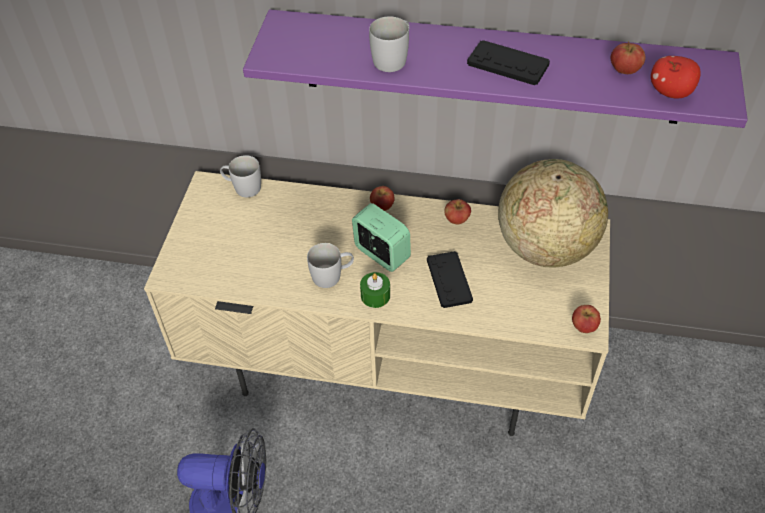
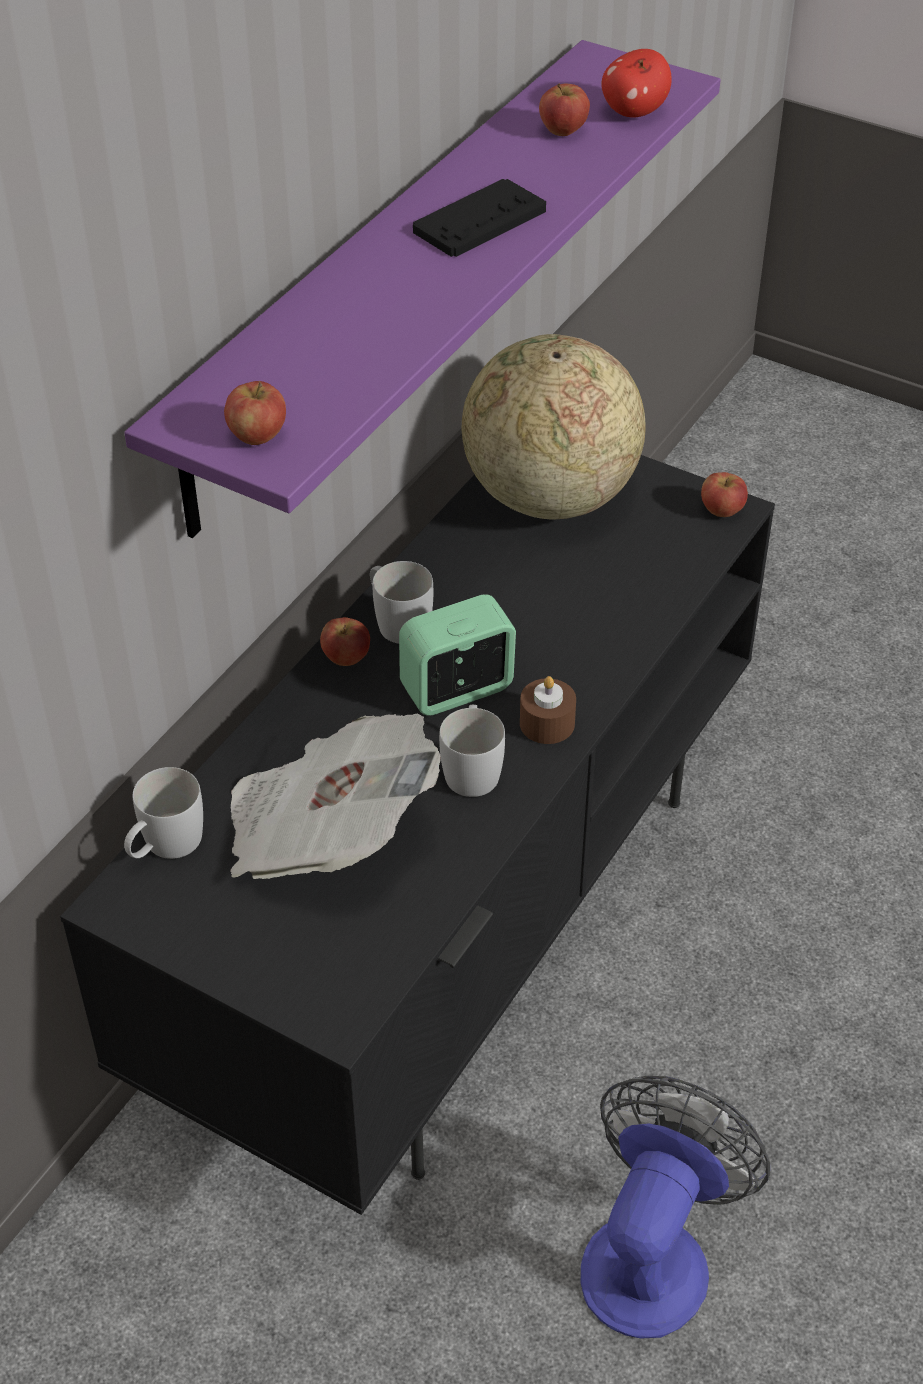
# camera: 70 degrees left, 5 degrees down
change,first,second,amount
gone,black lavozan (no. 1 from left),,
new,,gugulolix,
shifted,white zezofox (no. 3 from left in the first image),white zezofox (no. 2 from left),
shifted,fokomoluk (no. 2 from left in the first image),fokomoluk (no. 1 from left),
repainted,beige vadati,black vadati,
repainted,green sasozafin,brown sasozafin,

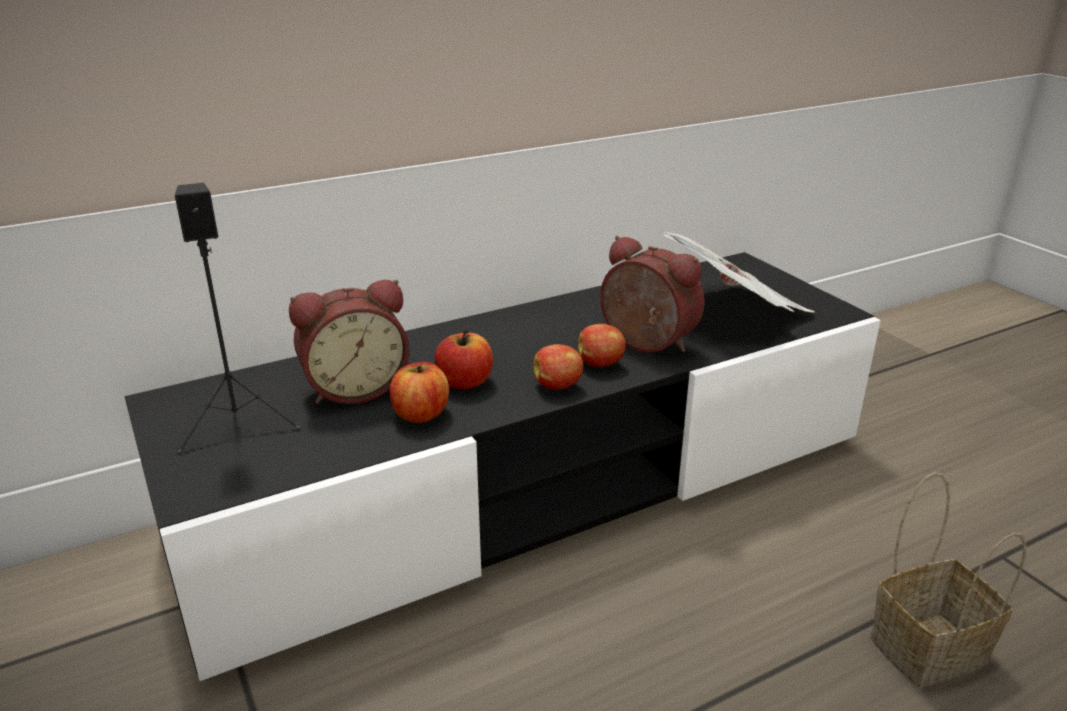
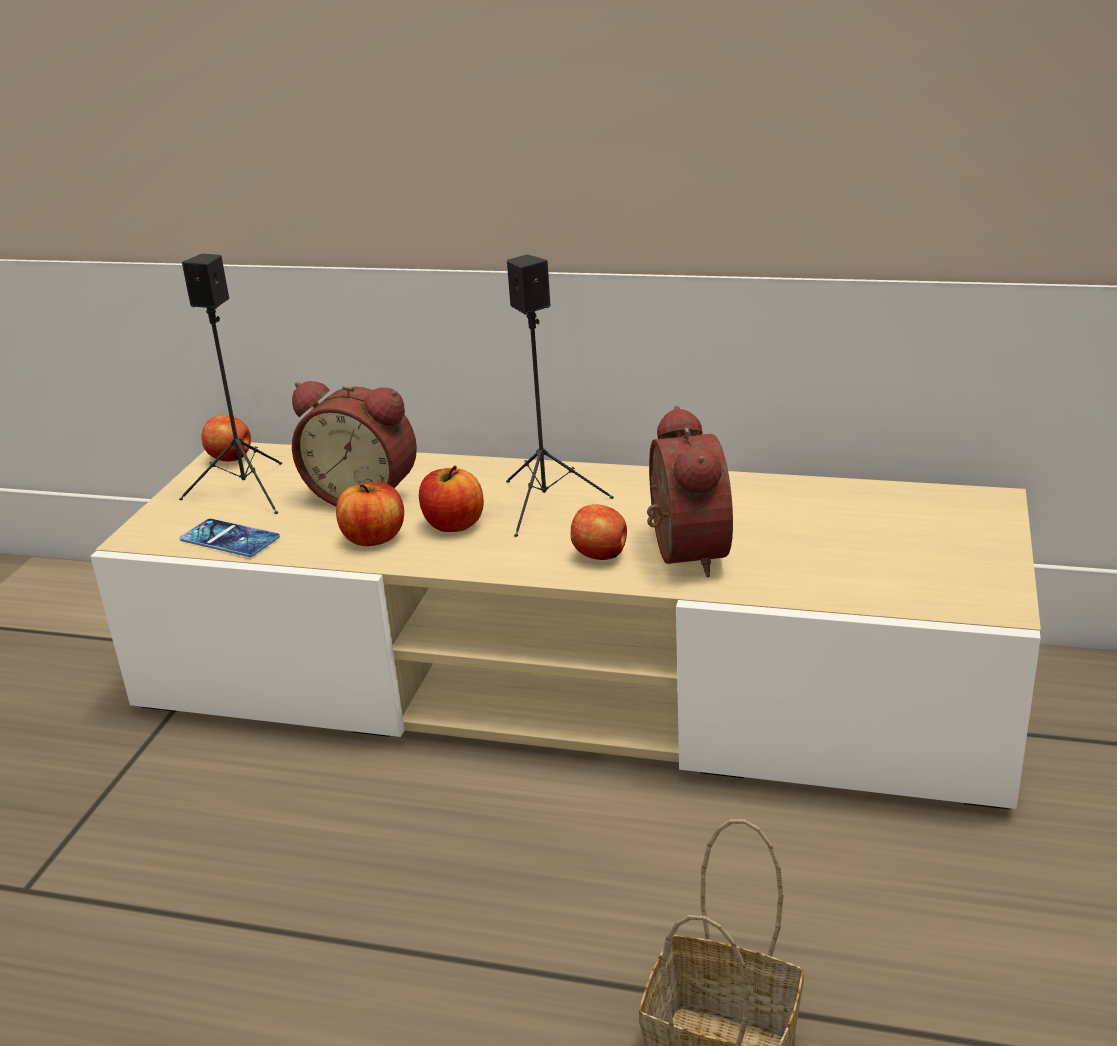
# camera: 45 degrees right, 0 degrees up
change,first,second,amount
gone,gugulolix,,
new,,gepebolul,
new,,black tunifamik (no. 2 from left),
shifted,fokomoluk (no. 3 from left in the first image),fokomoluk (no. 1 from left),
repainted,black vadati,beige vadati,

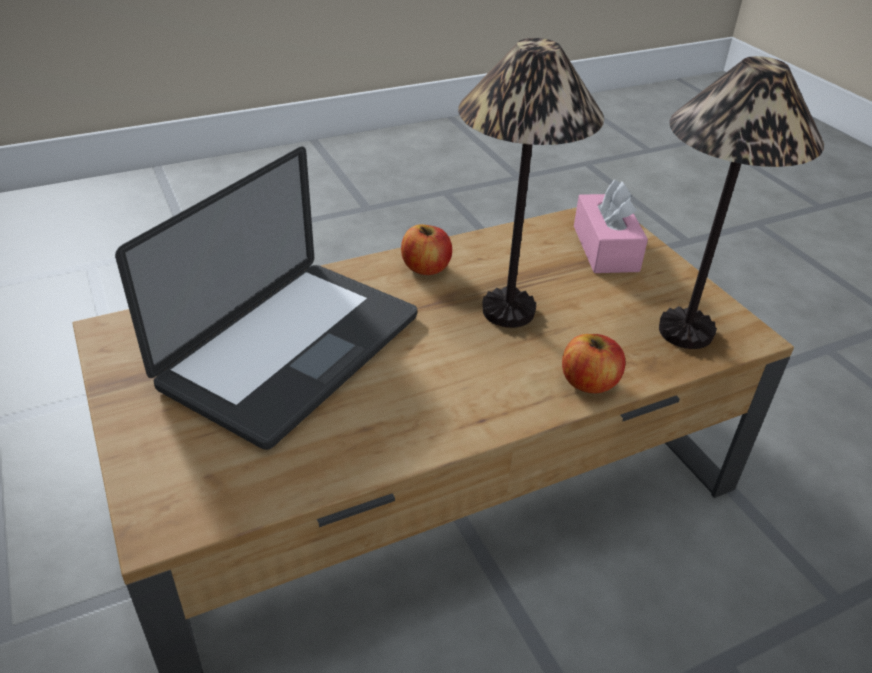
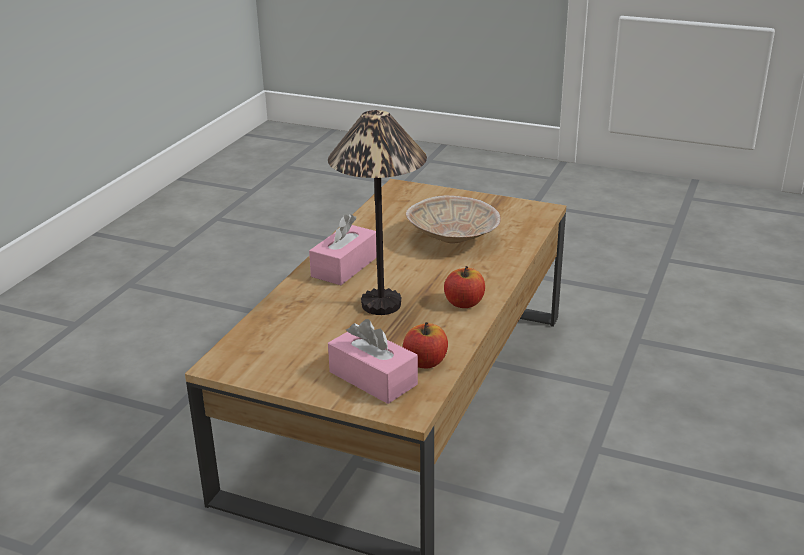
# camera: 140 degrees right, 10 degrees down
change,first,second,amount
gone,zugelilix (no. 2 from left),,
new,,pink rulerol (no. 1 from left),
shifted,fokomoluk (no. 2 from left in the first image),fokomoluk (no. 1 from left),
swapped,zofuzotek,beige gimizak,

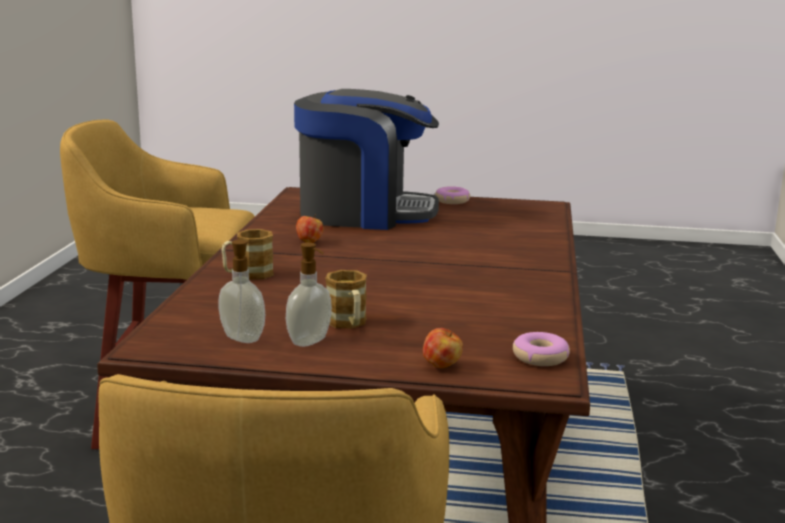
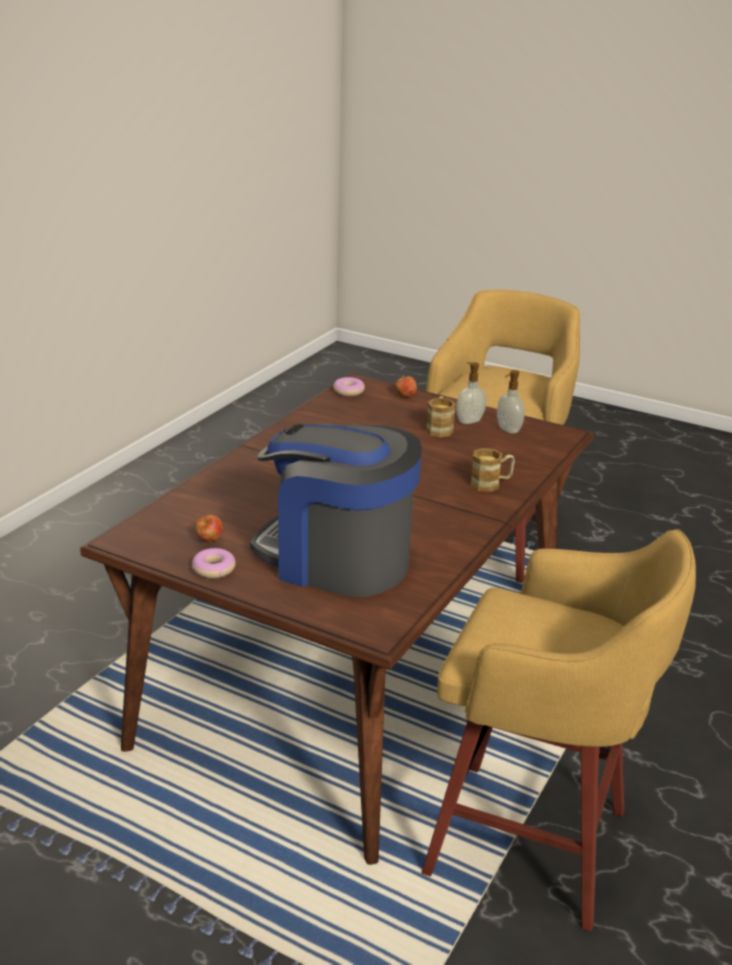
# camera: 160 degrees left, 10 degrees up
change,first,second,amount
shifted,fokomoluk (no. 1 from left),,

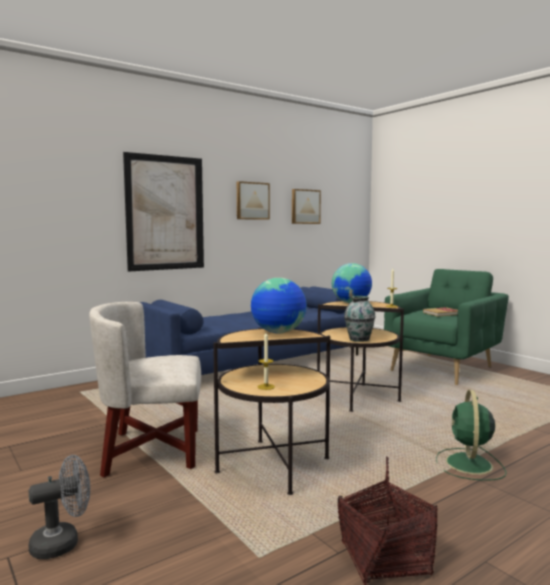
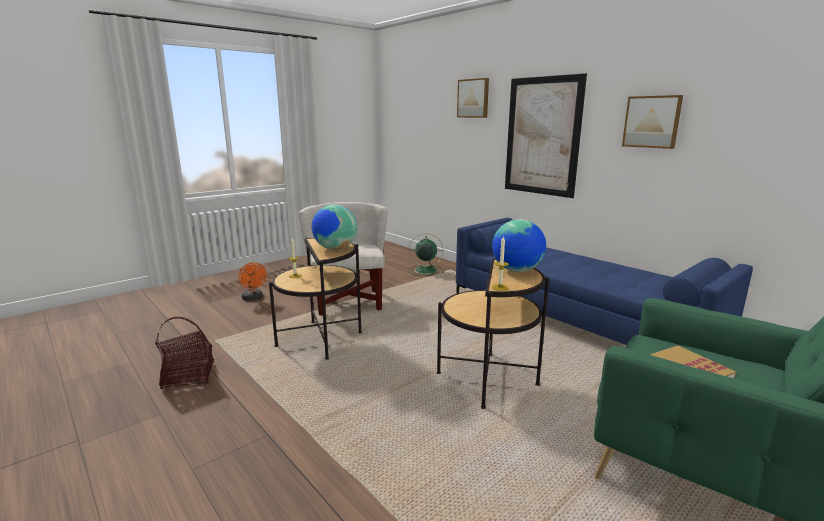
# camera: 85 degrees right, 10 degrees up
change,first,second,amount
gone,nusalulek,,
shifted,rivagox (no. 3 from left in the first image),rivagox (no. 1 from left),
shifted,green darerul,,
repainted,grey darerul,orange darerul,

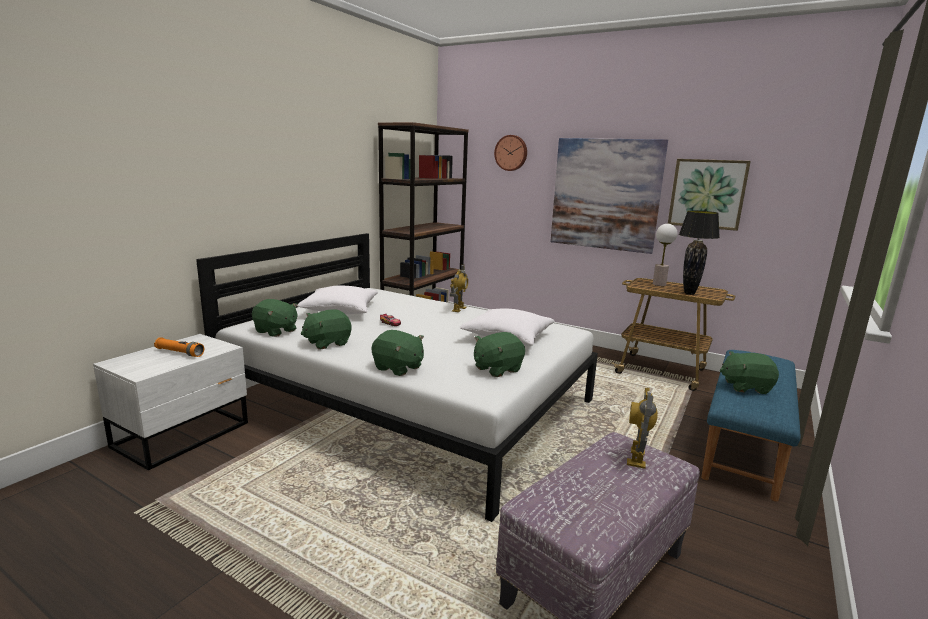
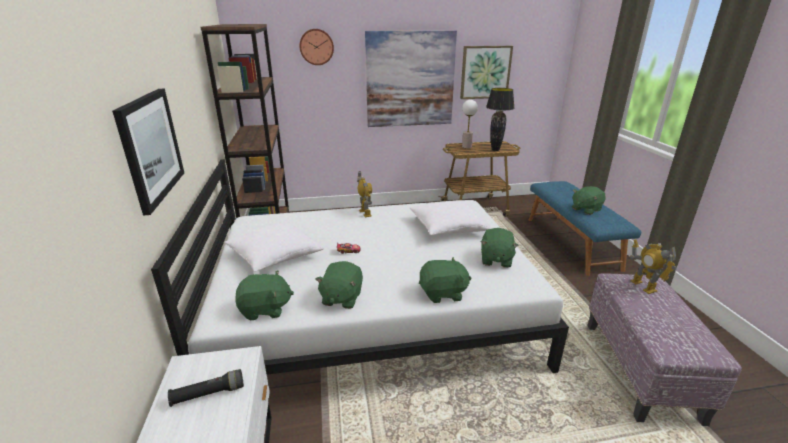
# camera: 40 degrees left, 10 degrees up
change,first,second,amount
new,,rivagox (no. 1 from left),
repainted,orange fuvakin,black fuvakin,

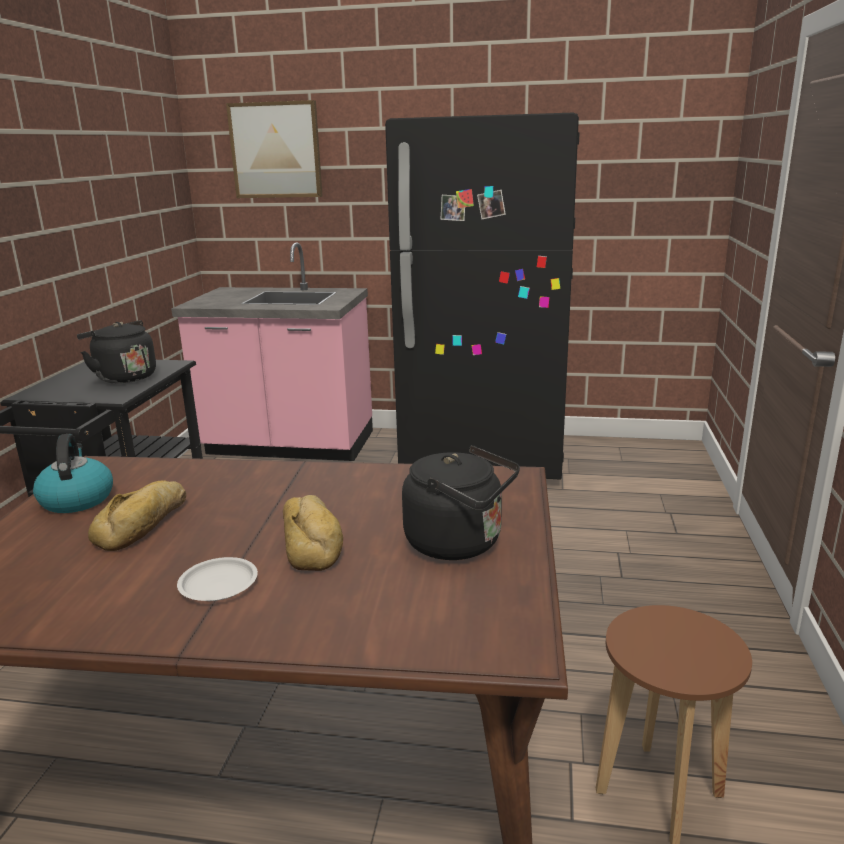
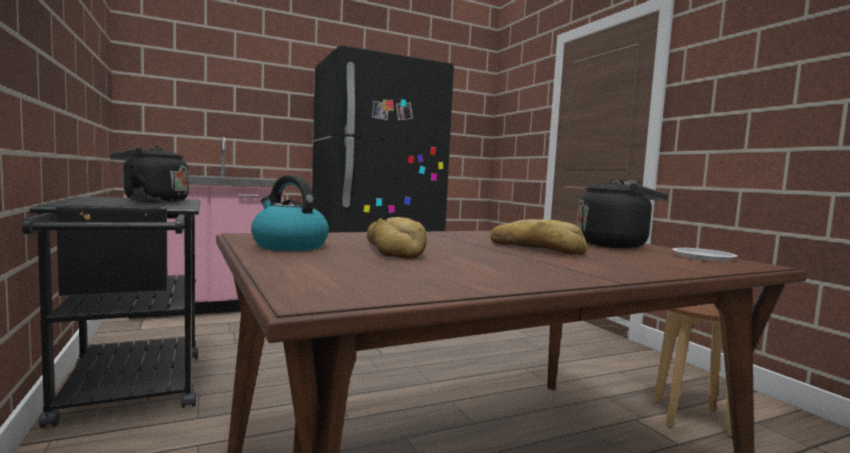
# camera: 35 degrees left, 15 degrees down
change,first,second,amount
gone,rivagox,,
shifted,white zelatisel,,

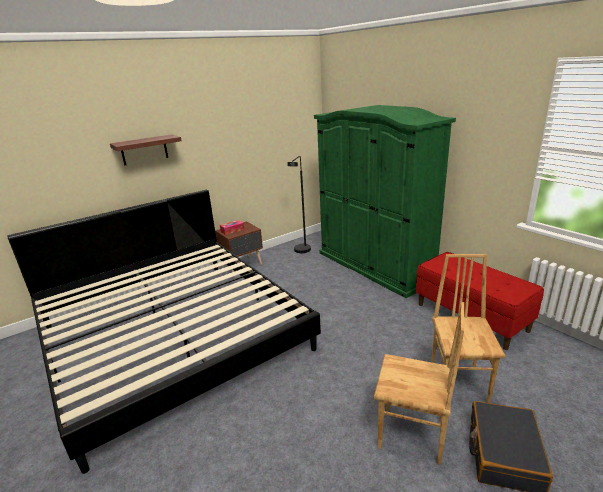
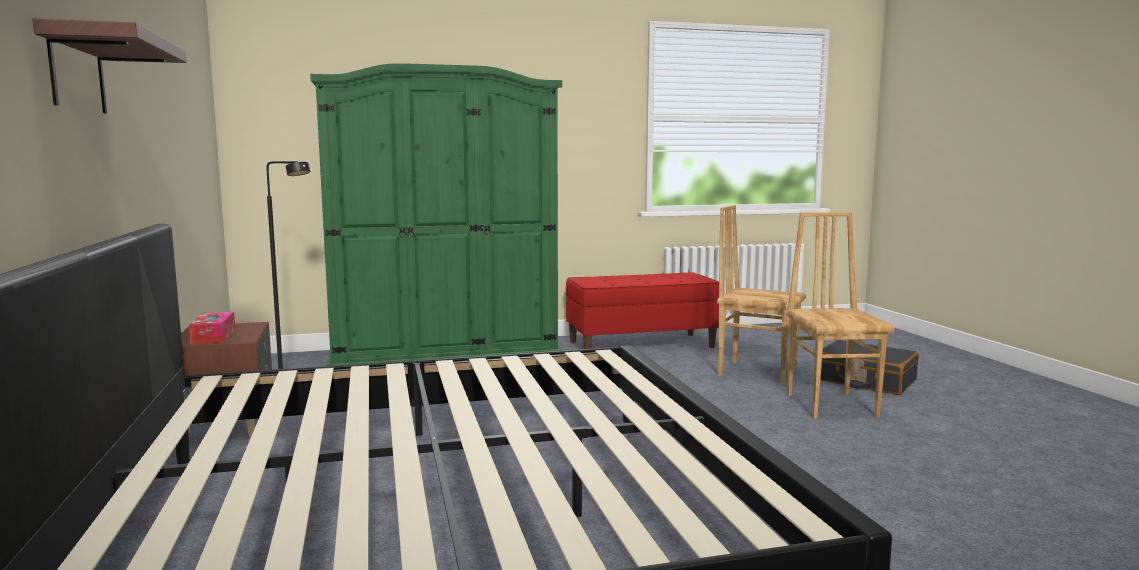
# camera: 70 degrees left, 15 degrees down
change,first,second,amount
rotated,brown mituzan (no. 1 from left in the first image),brown mituzan (no. 2 from left),45 degrees counterclockwise

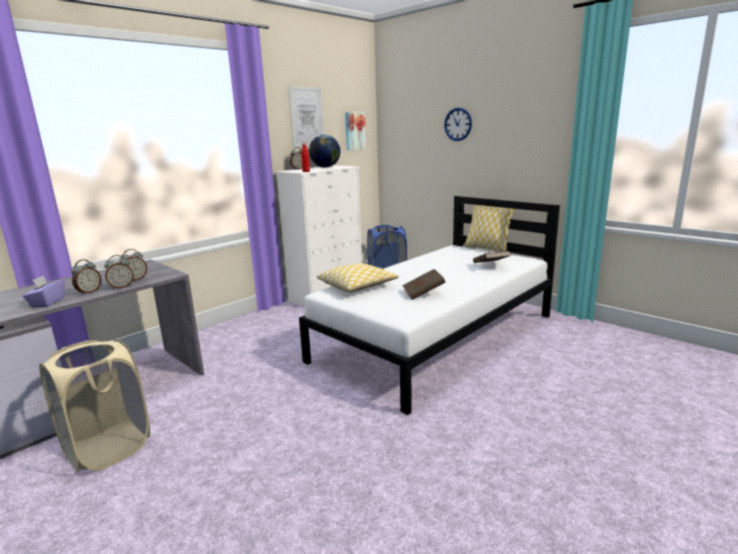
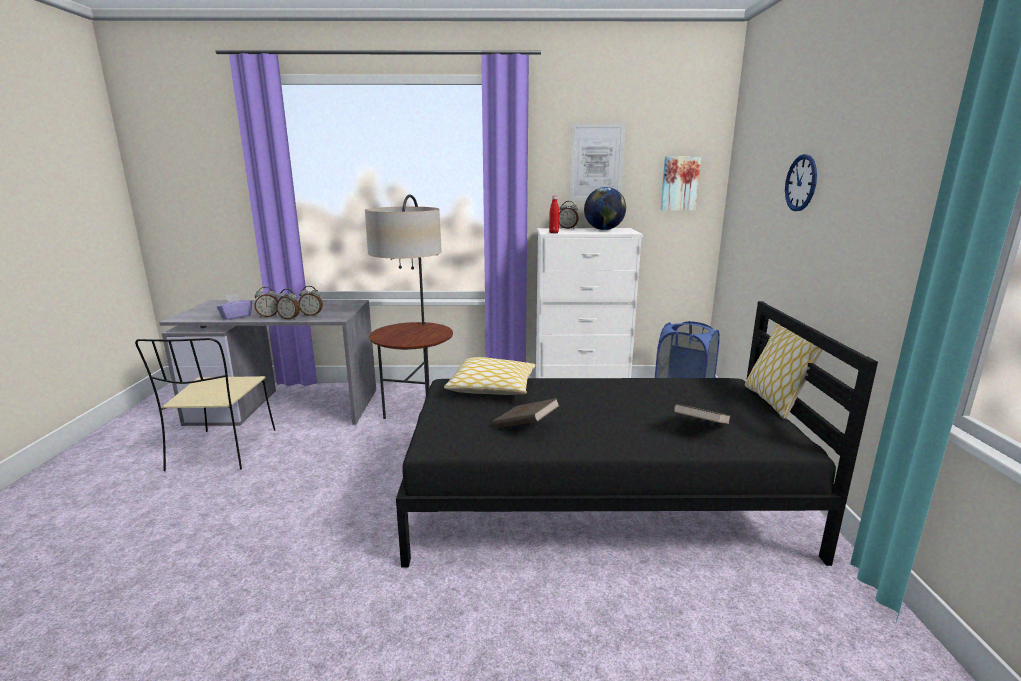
# camera: 45 degrees right, 0 degrees up
change,first,second,amount
new,,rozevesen,
swapped,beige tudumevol,beige mituzan,
repainted,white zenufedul,black zenufedul,

